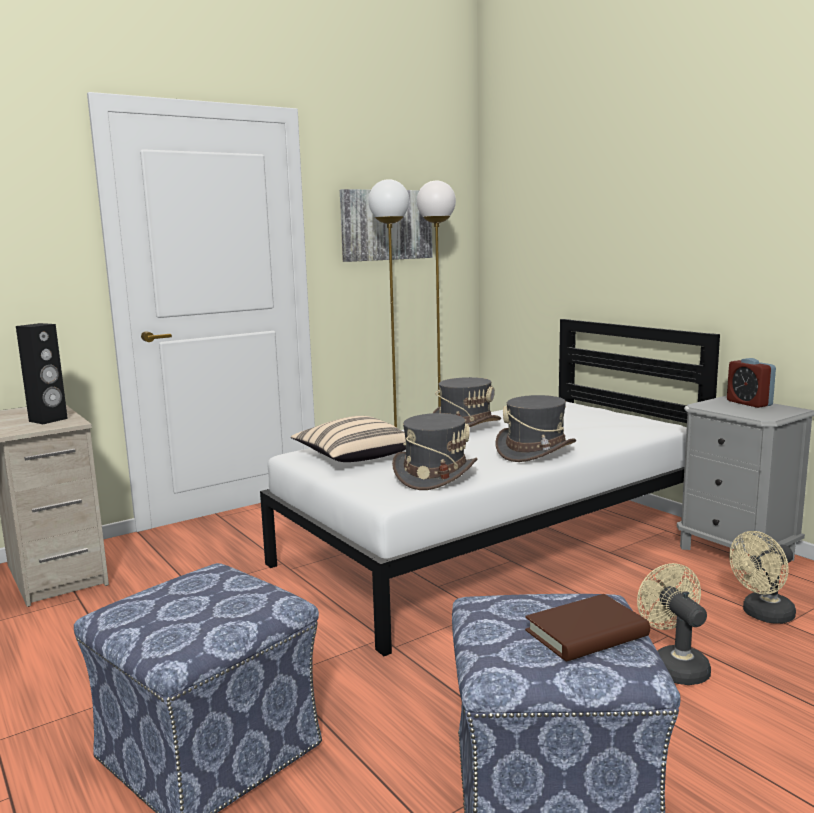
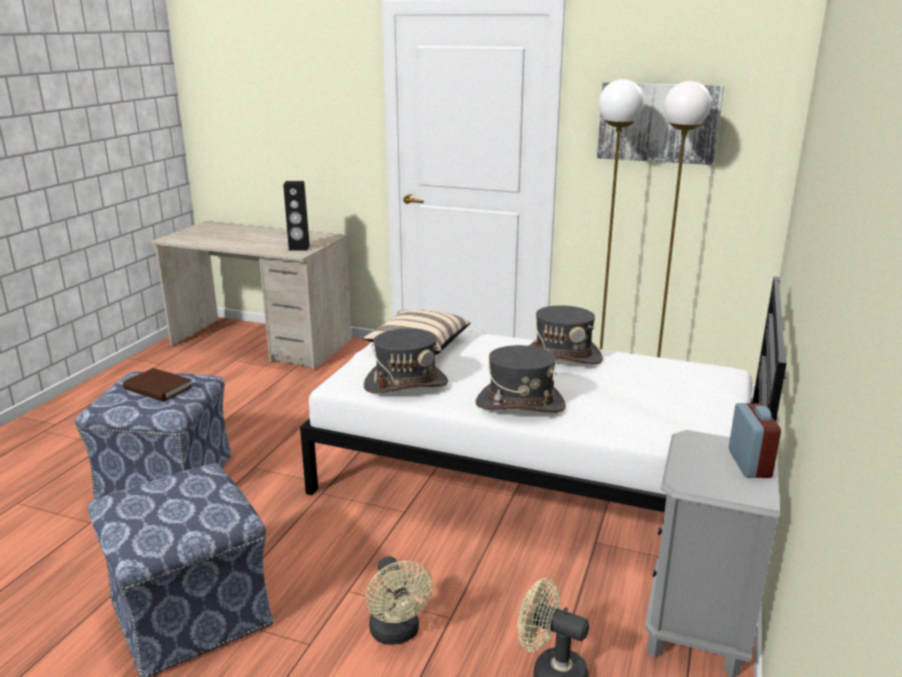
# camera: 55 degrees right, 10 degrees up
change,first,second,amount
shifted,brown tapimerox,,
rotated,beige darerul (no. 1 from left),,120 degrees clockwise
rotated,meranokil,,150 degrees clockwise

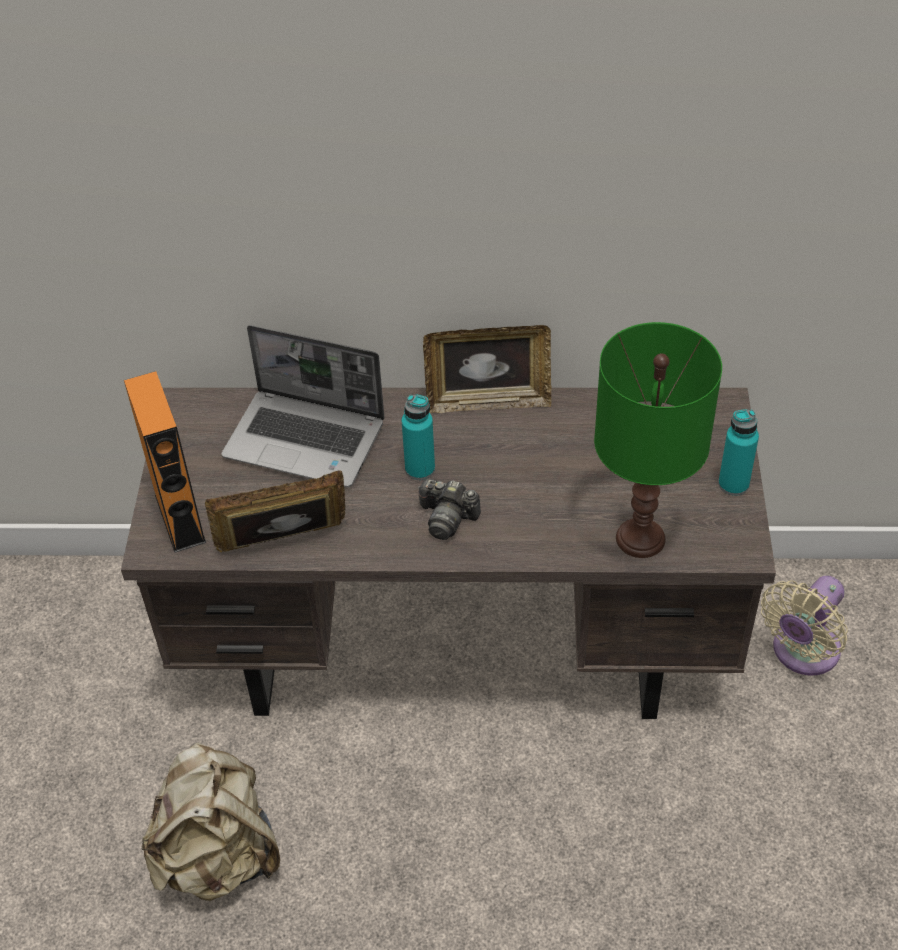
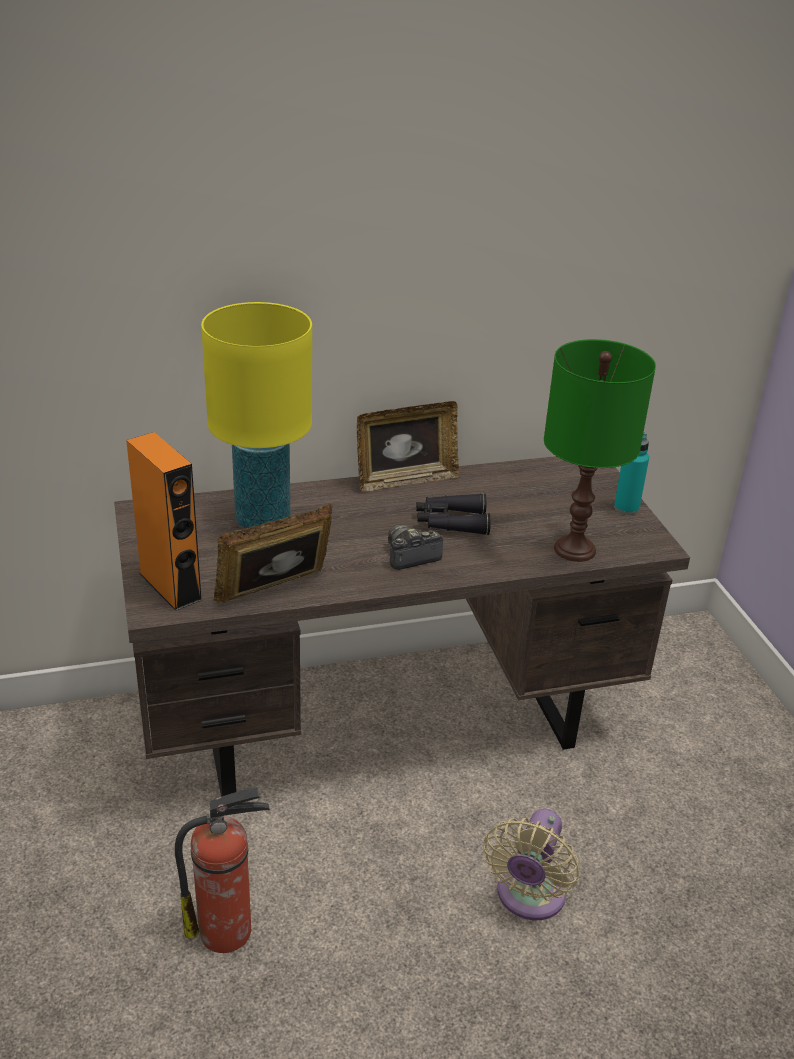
# camera: 20 degrees left, 15 degrees down
change,first,second,amount
gone,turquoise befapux (no. 1 from left),,
new,,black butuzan,
shifted,beige darerul,,
swapped,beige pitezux,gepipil,
swapped,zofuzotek,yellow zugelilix,
rotated,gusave,,150 degrees clockwise

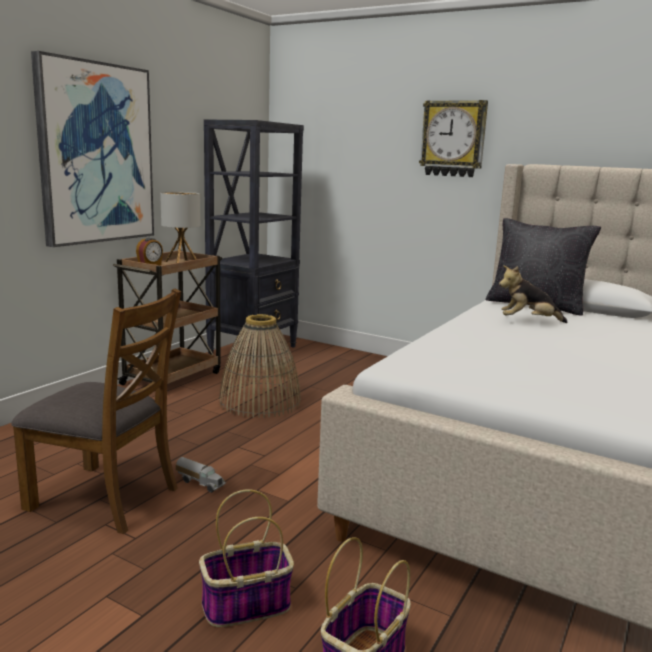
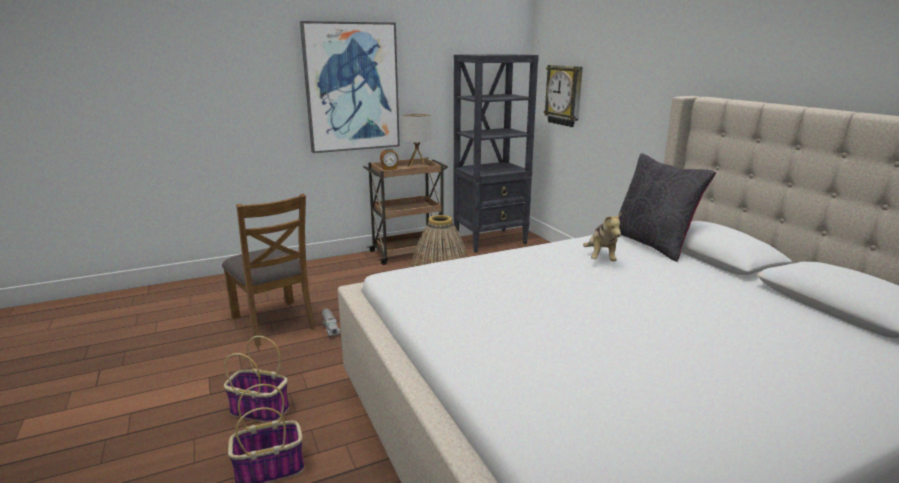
# camera: 35 degrees right, 5 degrees up
change,first,second,amount
shifted,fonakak,,
rotated,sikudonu,,120 degrees counterclockwise

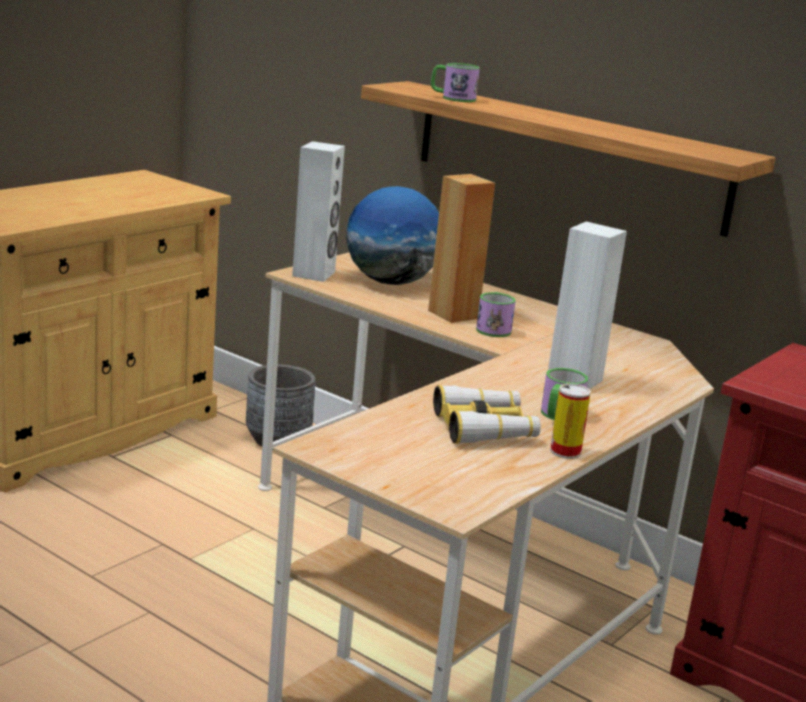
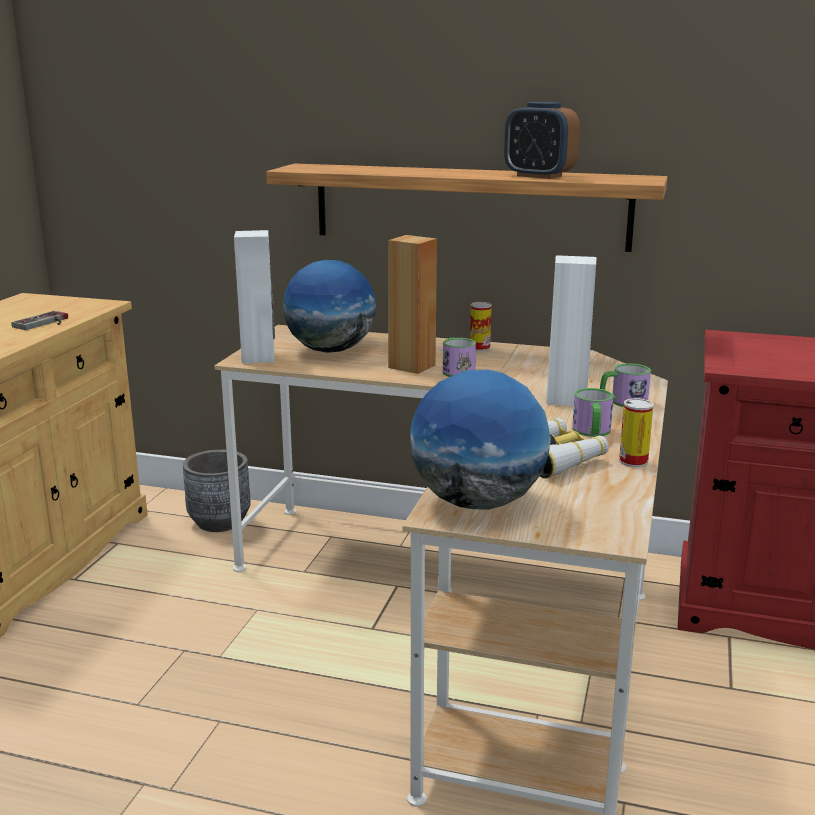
# camera: 20 degrees left, 0 degrees up
change,first,second,amount
new,,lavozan,
new,,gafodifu (no. 2 from left),
new,,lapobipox (no. 1 from left),
new,,meranokil,
shifted,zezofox (no. 1 from left in the first image),zezofox (no. 3 from left),

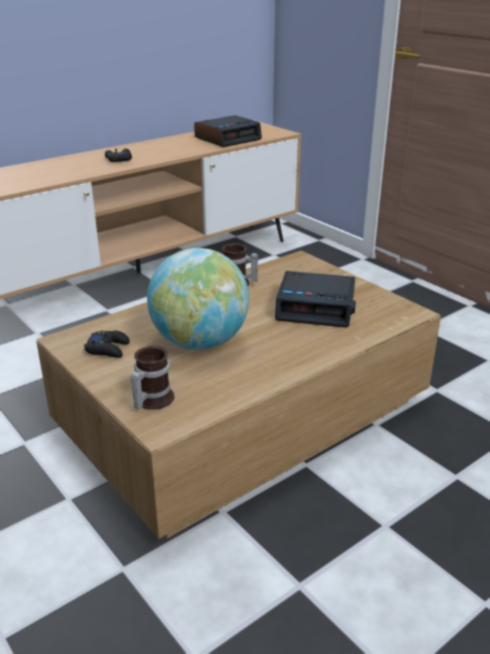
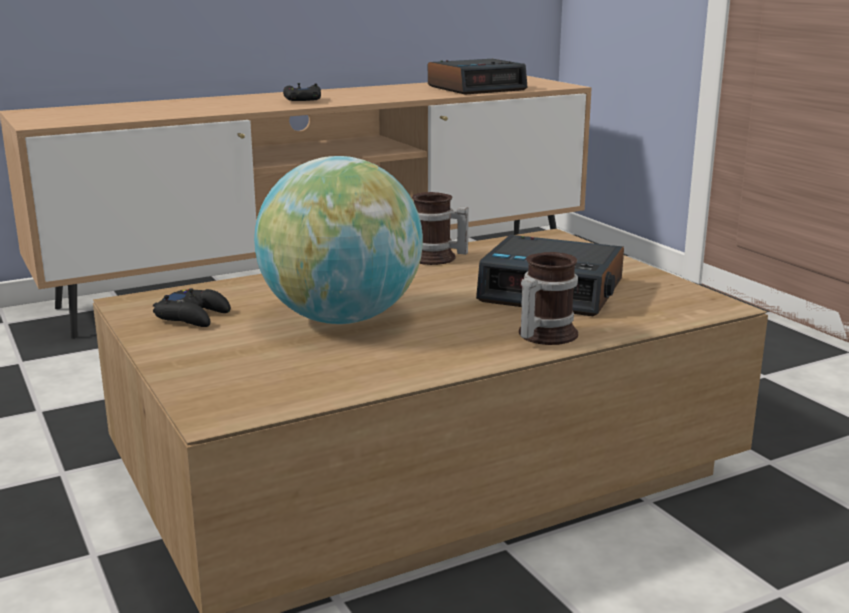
# camera: 10 degrees right, 10 degrees down
change,first,second,amount
shifted,zezofox (no. 1 from left in the first image),zezofox (no. 2 from left),

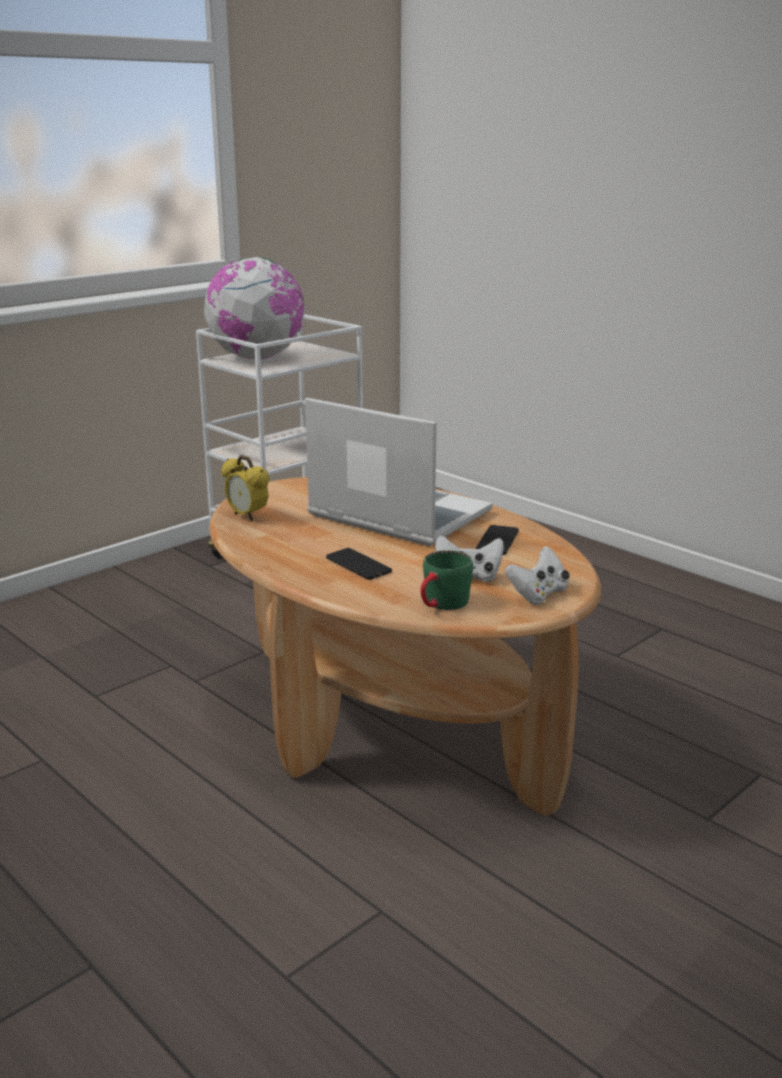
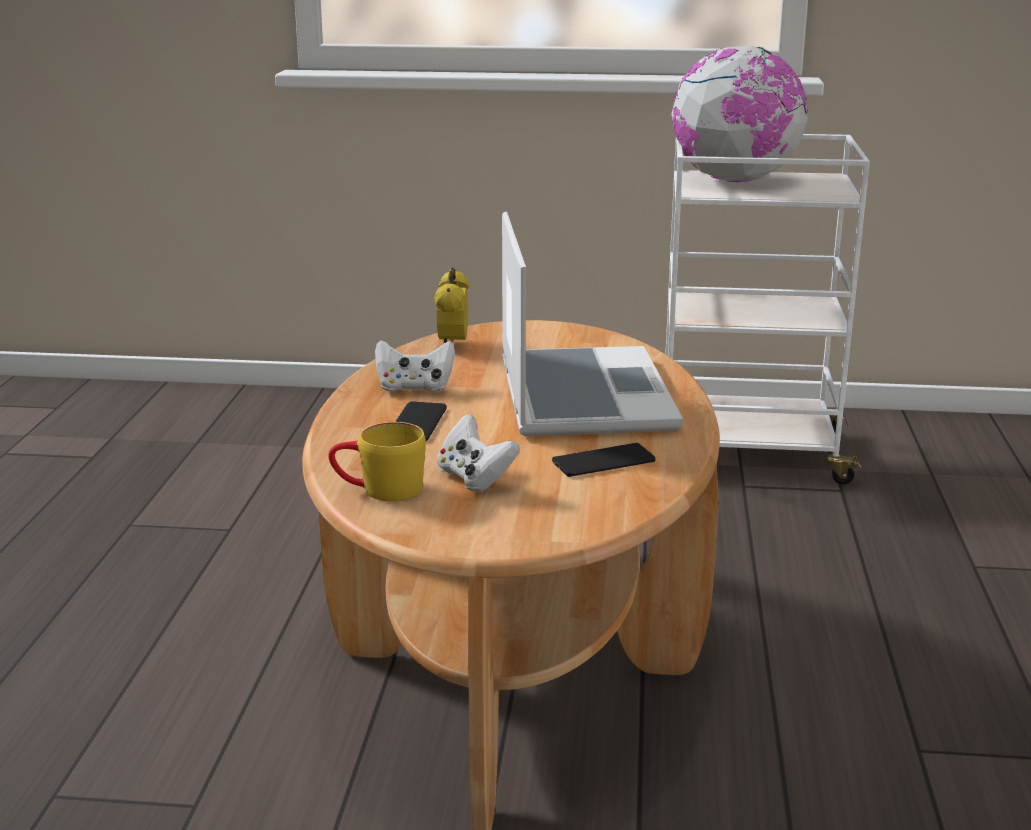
# camera: 50 degrees right, 0 degrees up
change,first,second,amount
shifted,white lavozan (no. 2 from left in the first image),white lavozan (no. 1 from left),
repainted,green zezofox,yellow zezofox,

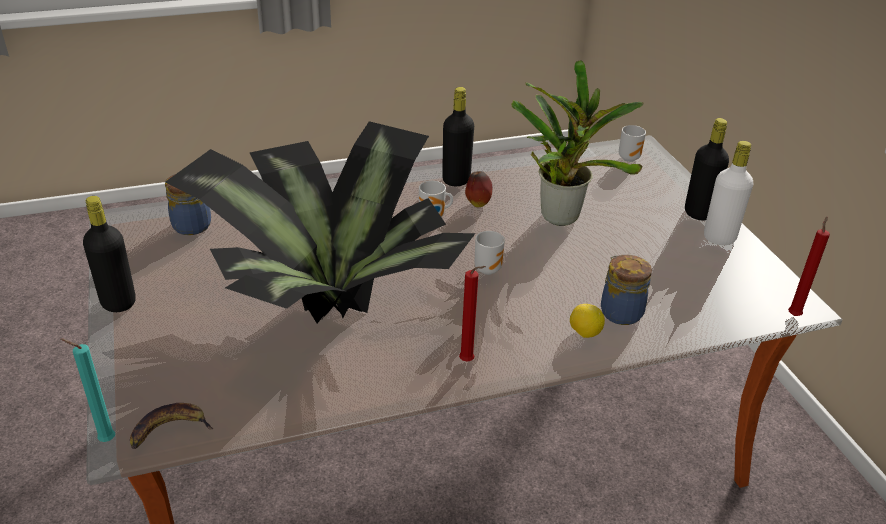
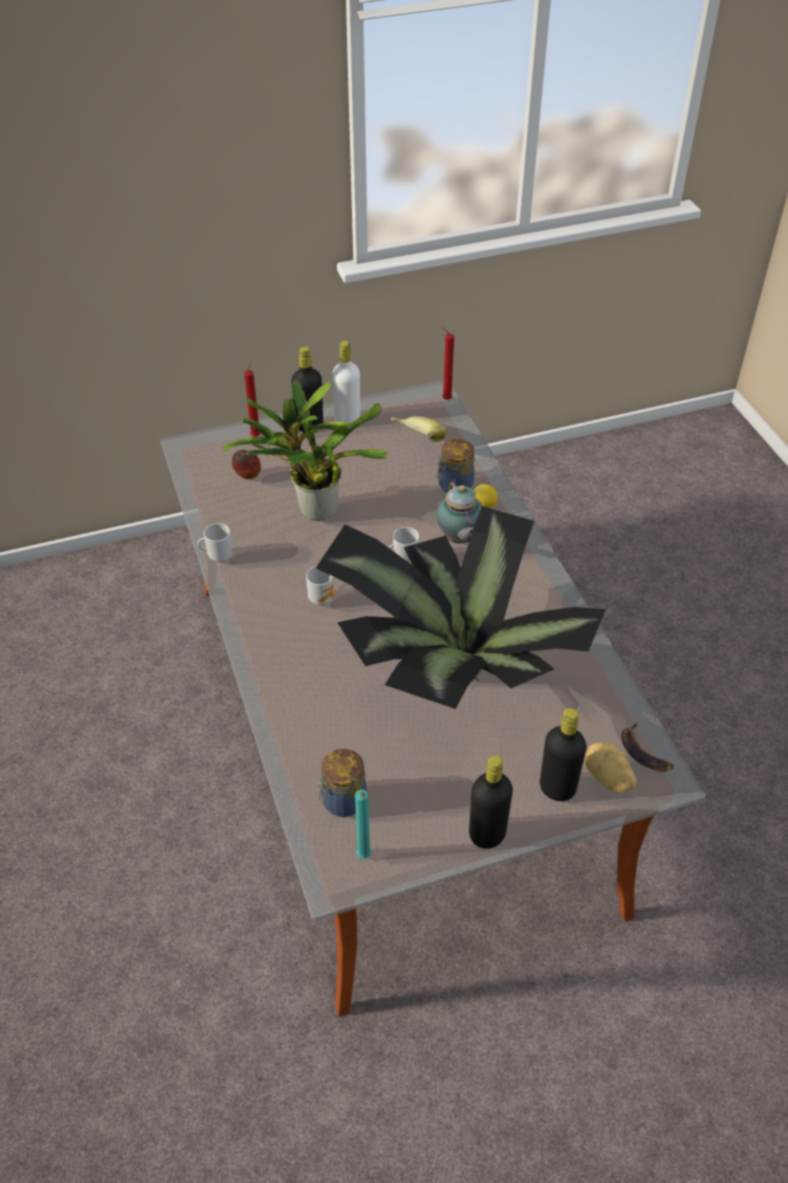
# camera: 90 degrees left, 10 degrees up
change,first,second,amount
new,,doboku (no. 1 from left),
new,,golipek,
new,,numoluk,
shifted,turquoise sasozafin,,
shifted,black befapux (no. 2 from left in the first image),black befapux (no. 3 from left),
shifted,red sasozafin (no. 1 from left),,
shifted,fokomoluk,,
shifted,zezofox (no. 3 from left in the first image),zezofox (no. 1 from left),

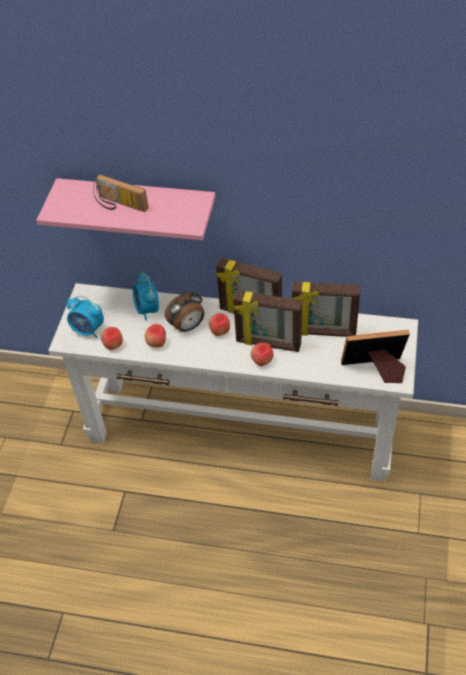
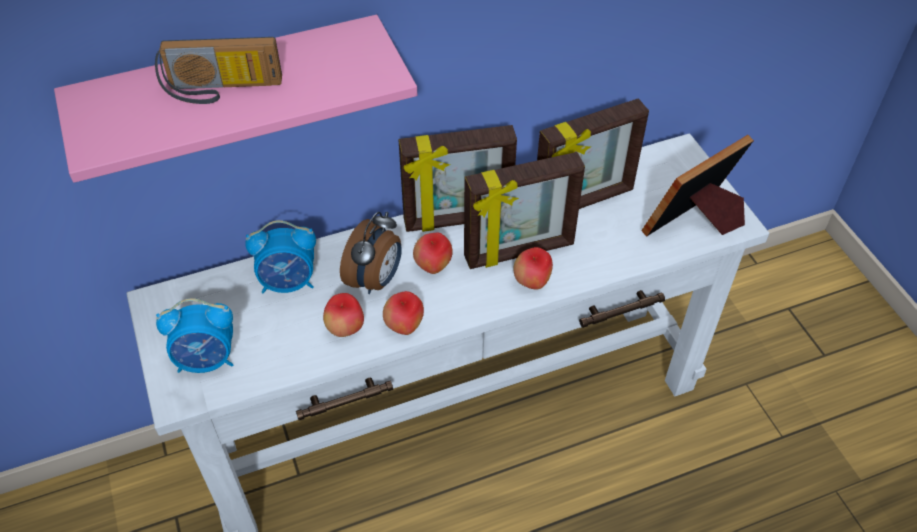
# camera: 35 degrees left, 0 degrees up
change,first,second,amount
shifted,fokomoluk (no. 1 from left in the first image),fokomoluk (no. 2 from left),
rotated,meranokil (no. 2 from left),,45 degrees counterclockwise

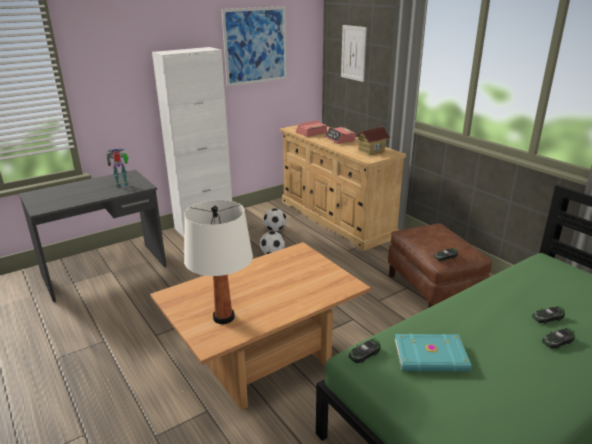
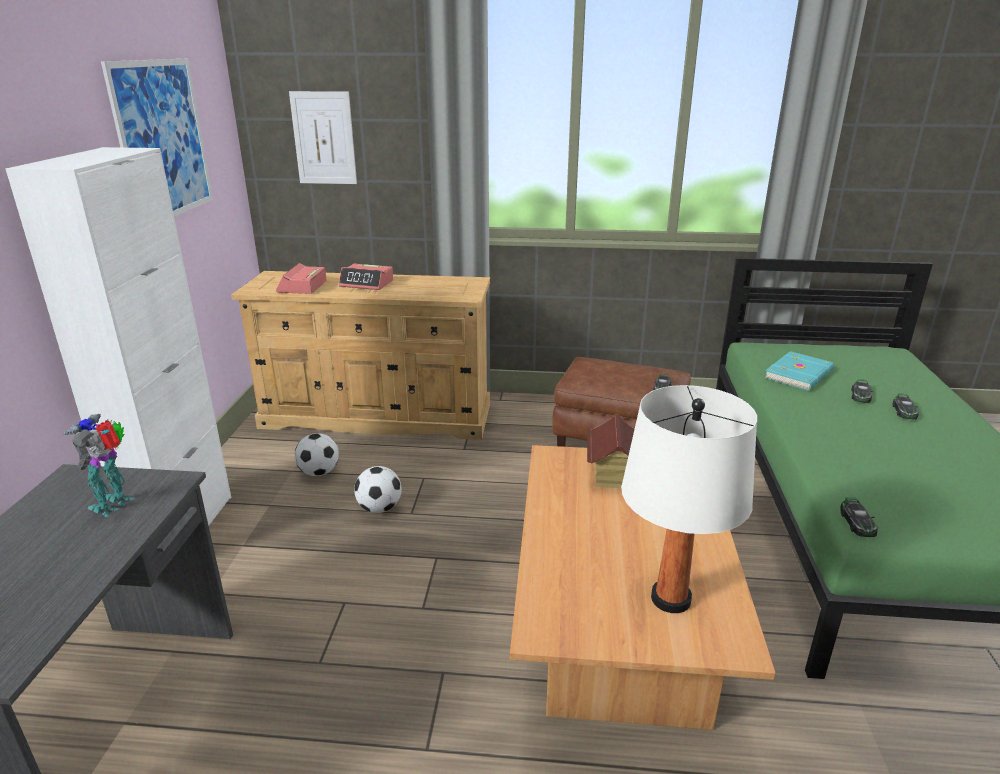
# camera: 50 degrees left, 0 degrees up
change,first,second,amount
shifted,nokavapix,,
shifted,turquoise tapimerox,,

